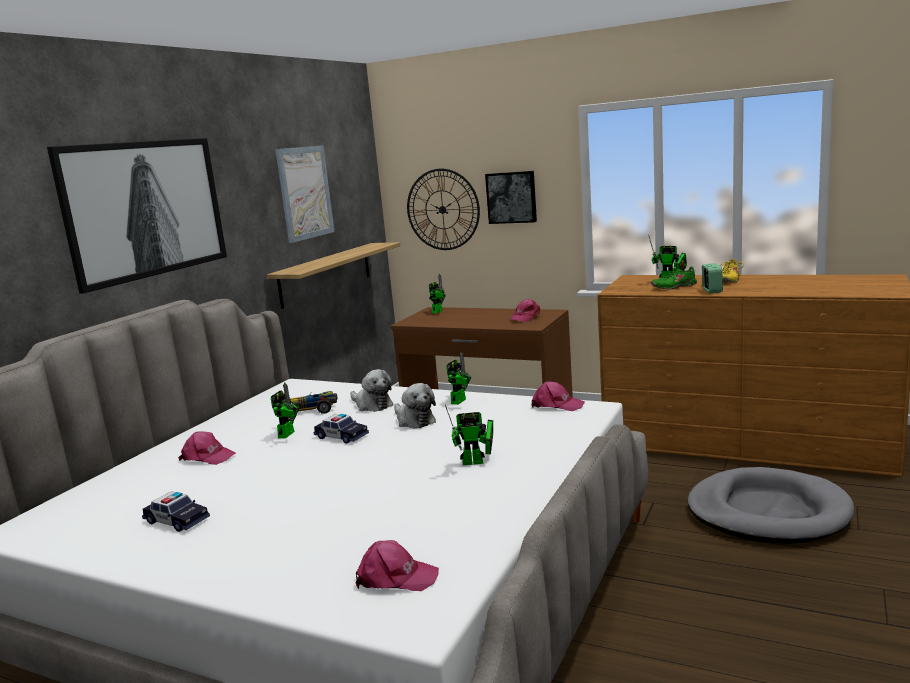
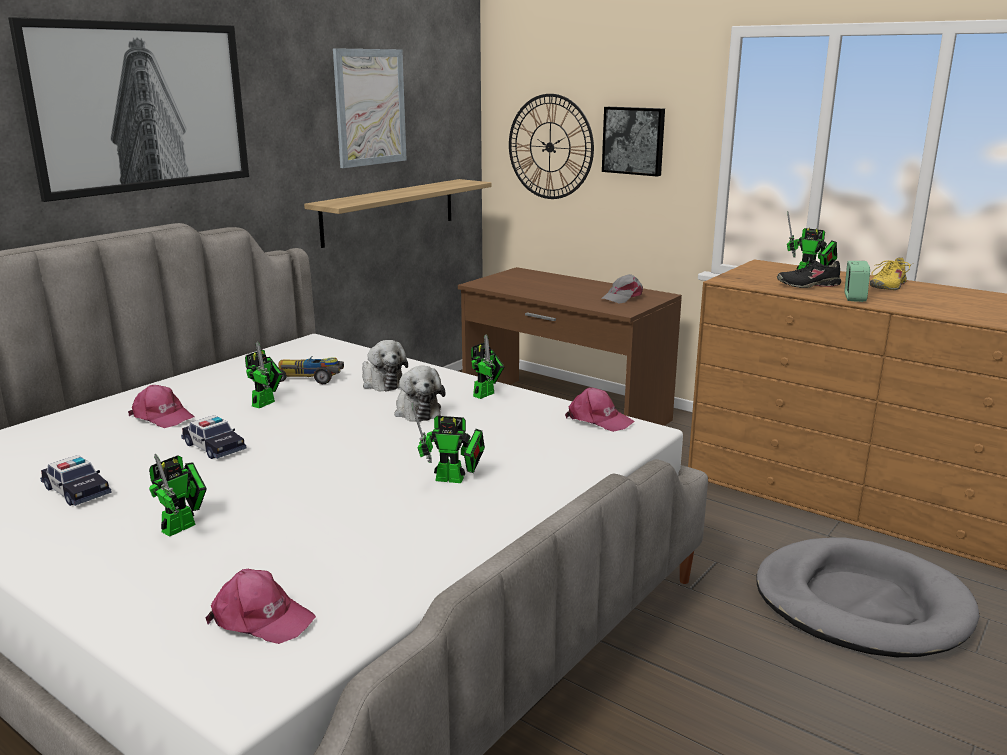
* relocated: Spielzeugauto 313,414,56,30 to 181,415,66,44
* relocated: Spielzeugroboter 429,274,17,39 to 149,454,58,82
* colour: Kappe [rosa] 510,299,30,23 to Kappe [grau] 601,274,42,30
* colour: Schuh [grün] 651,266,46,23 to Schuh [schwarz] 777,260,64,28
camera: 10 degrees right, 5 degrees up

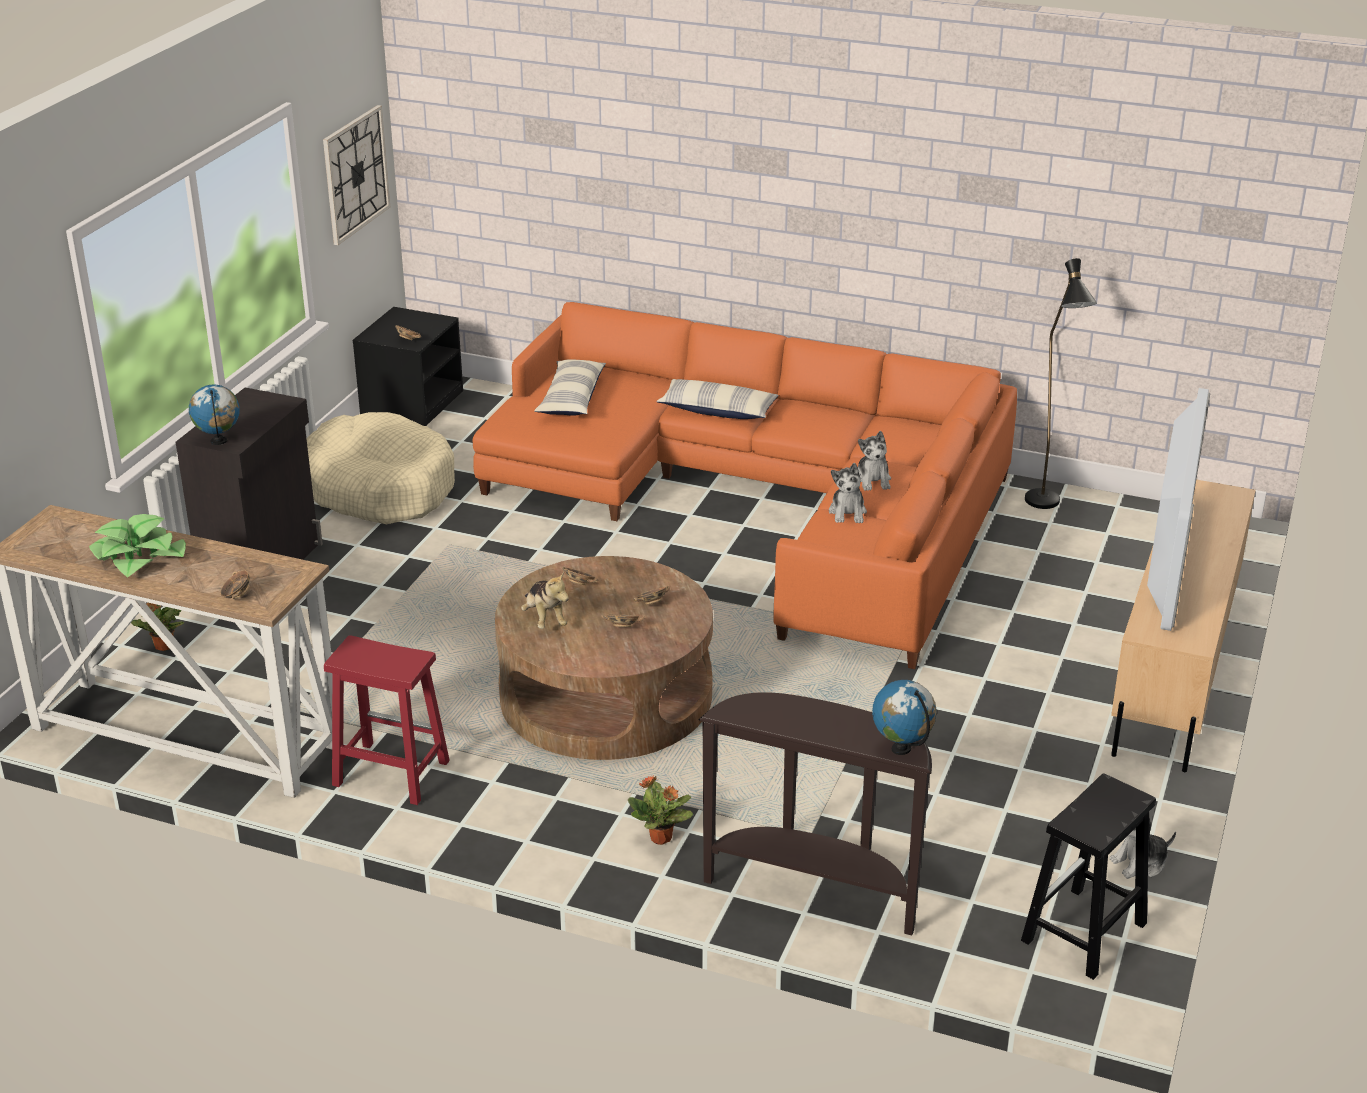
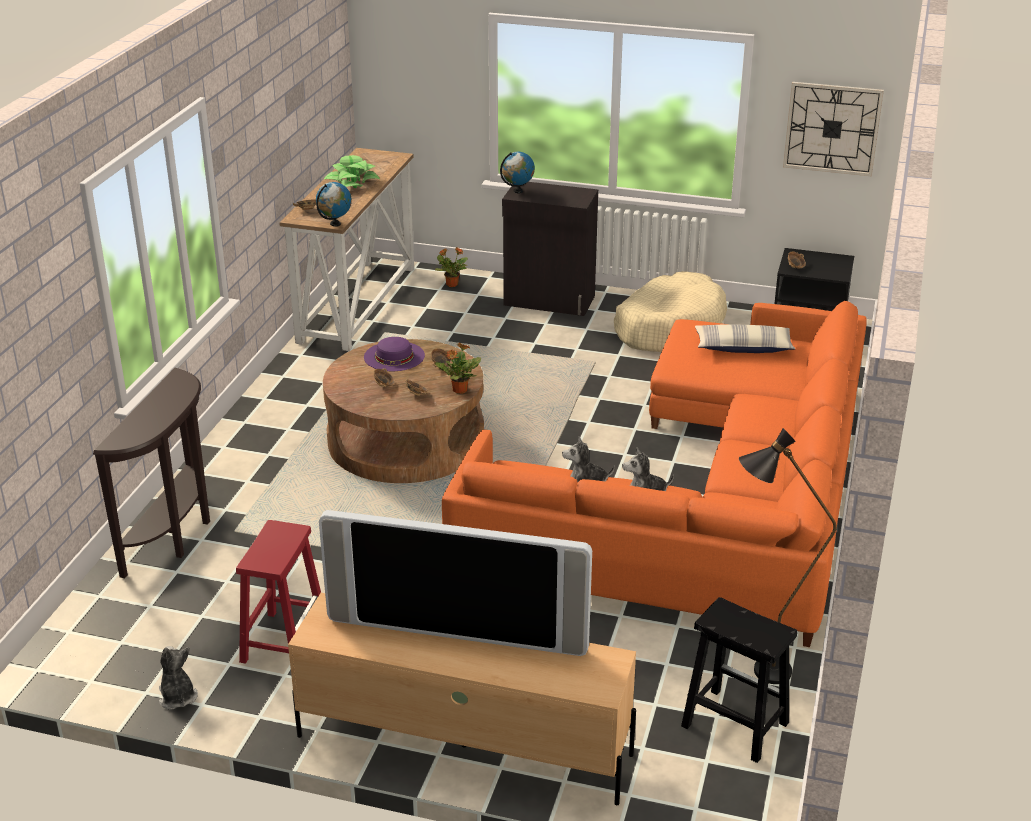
* relocated: Hocker [rot] 324,635,126,170 to 236,520,85,144
* exchanged: Plüschtier 521,572,48,57 to Hut [lila] 364,337,61,34
* relocated: Topfpflanze 628,776,65,69 to 435,342,46,52
* missing: Kissen 656,379,123,40
* relocated: Globus 872,680,64,75 to 316,182,36,45
* relocated: Hocker [schwarz] 1021,774,135,206 to 681,597,117,166
camera: 85 degrees right, 0 degrees up

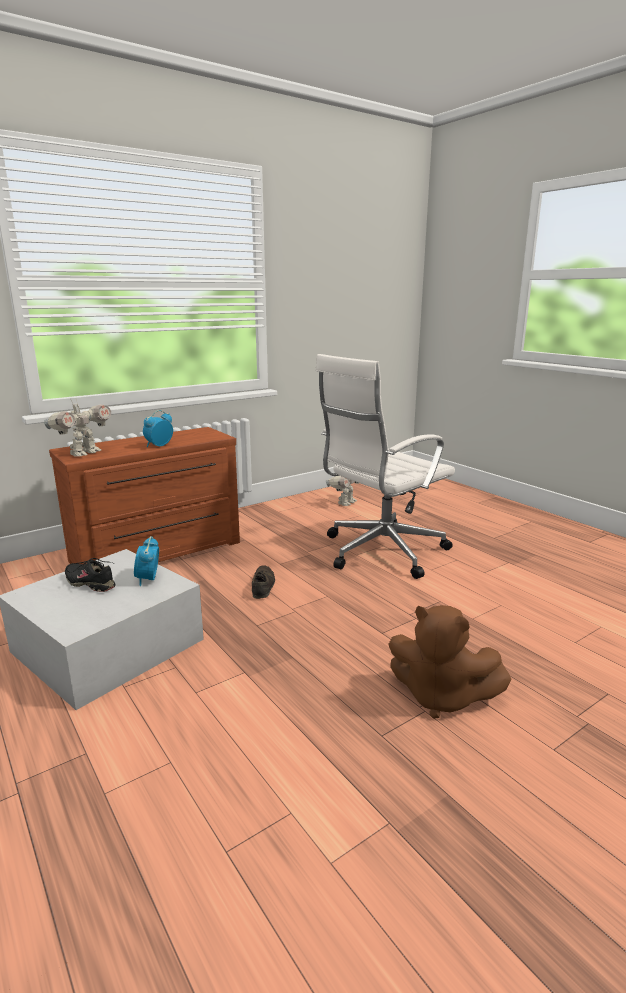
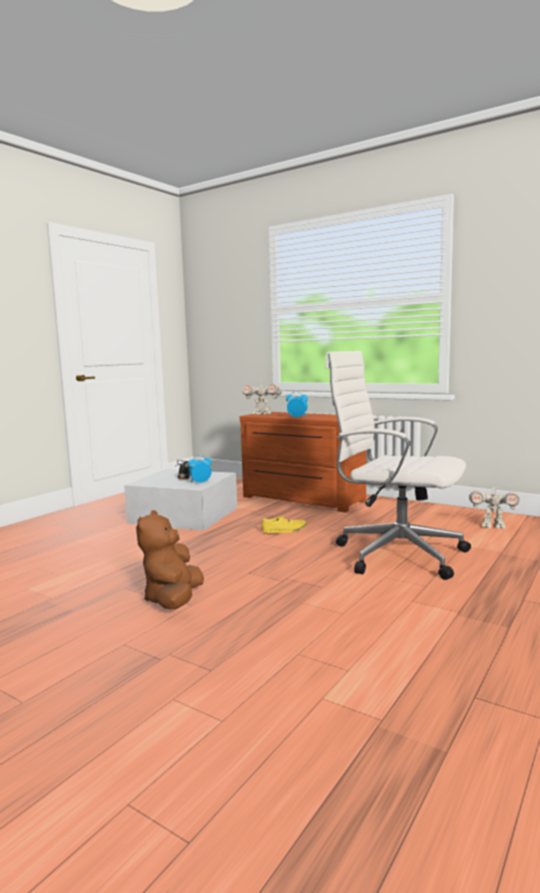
* colour: Schuh [braun] 252,565,23,34 to Schuh [gelb] 262,516,45,17
camera: 70 degrees right, 10 degrees down

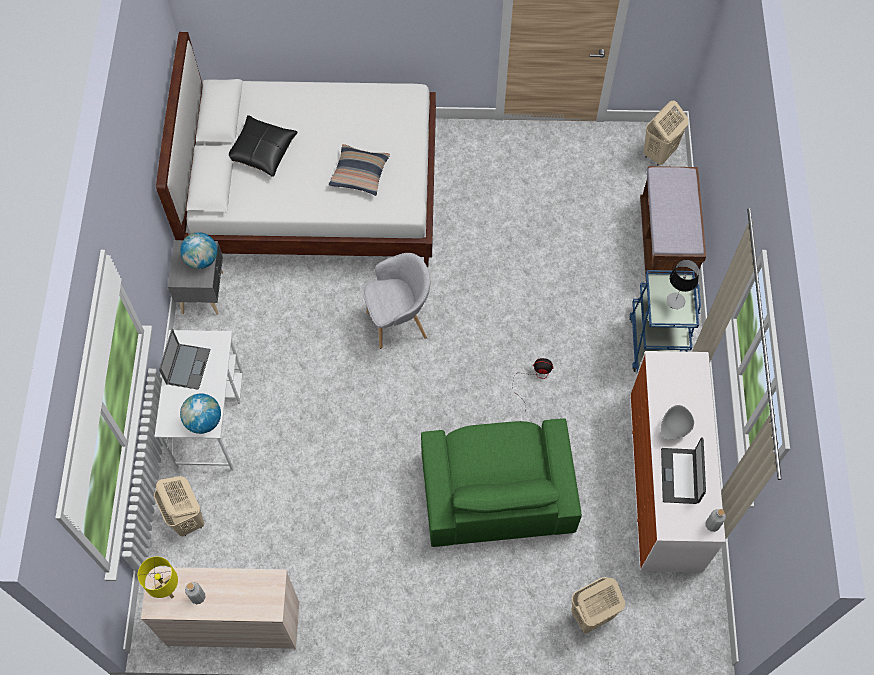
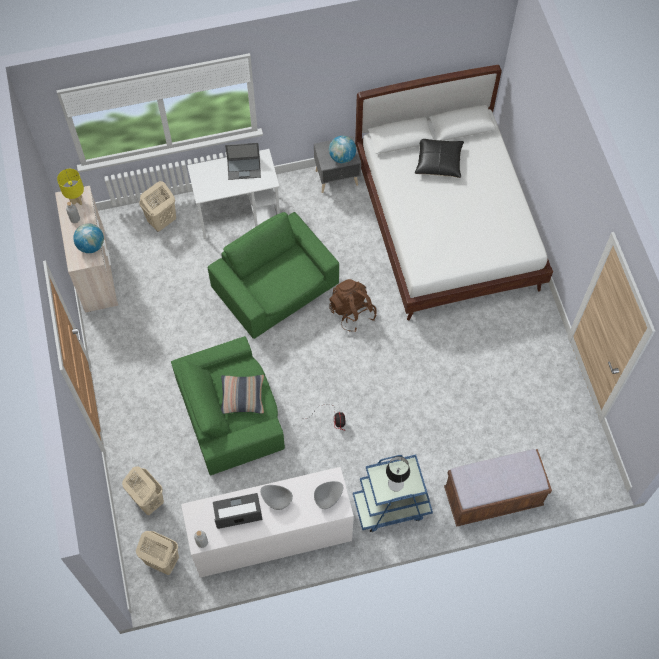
* relocated: Globus 180,393,41,41 to 73,223,31,30
* relocated: Kissen 329,144,61,52 to 221,375,43,39
* exchanged: Sessel [grau] 363,253,67,96 to Rucksack [braun] 329,279,48,53
* relocated: Wäschekorb [beige] 644,101,45,65 to 136,531,43,44
* appeared: Sessel [grün] 208,212,131,127
* appeared: Schüssel [grau] 314,481,29,28
camera: 75 degrees right, 0 degrees up

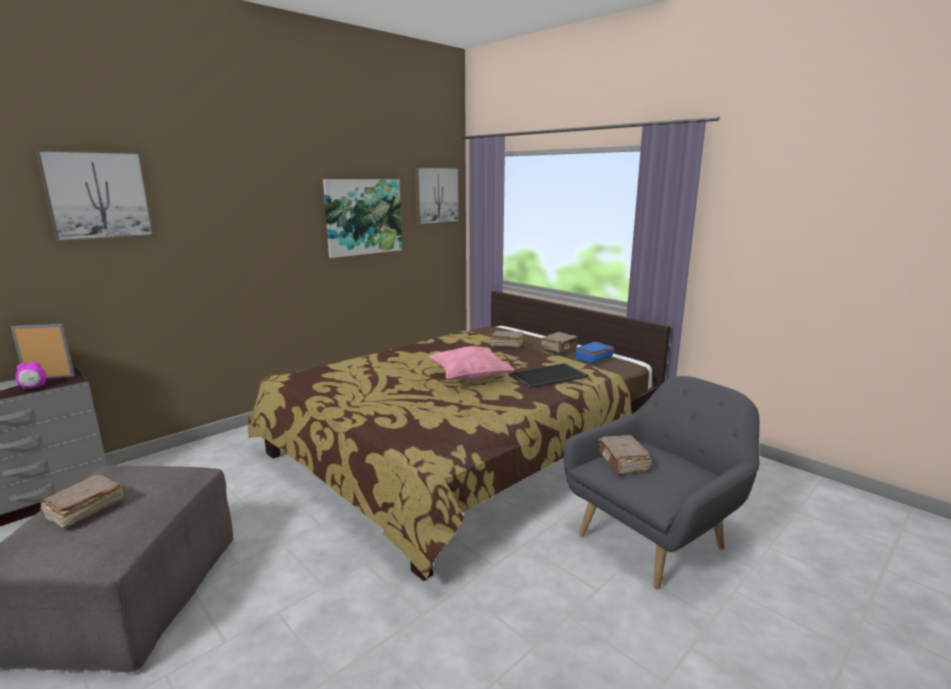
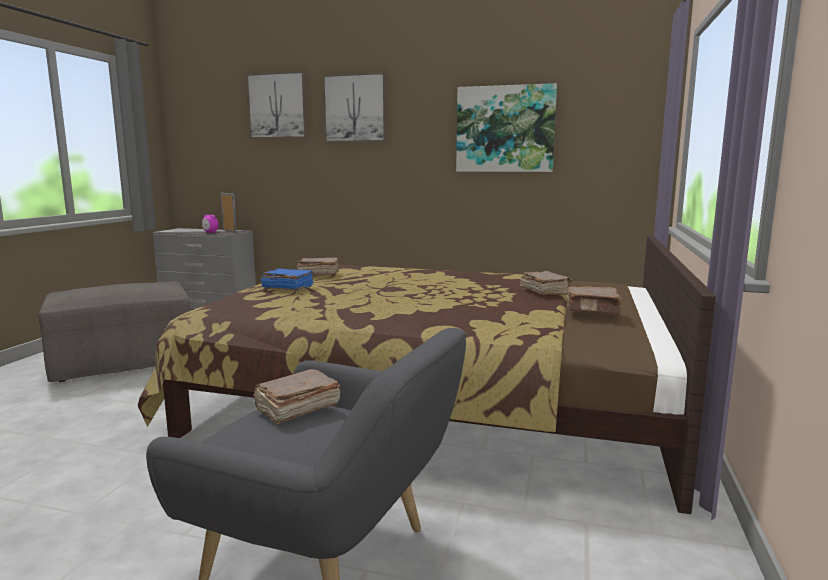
* relocated: Buch [braun] 40,475,83,55 to 297,258,41,17
* relocated: Bild 415,167,45,58 to 323,72,63,70
* missing: Kissen [rosa] 428,346,88,35
* missing: Tablett 508,363,81,25
* relocated: Buch [blau] 574,342,40,22 to 261,268,53,22
camera: 60 degrees right, 5 degrees down

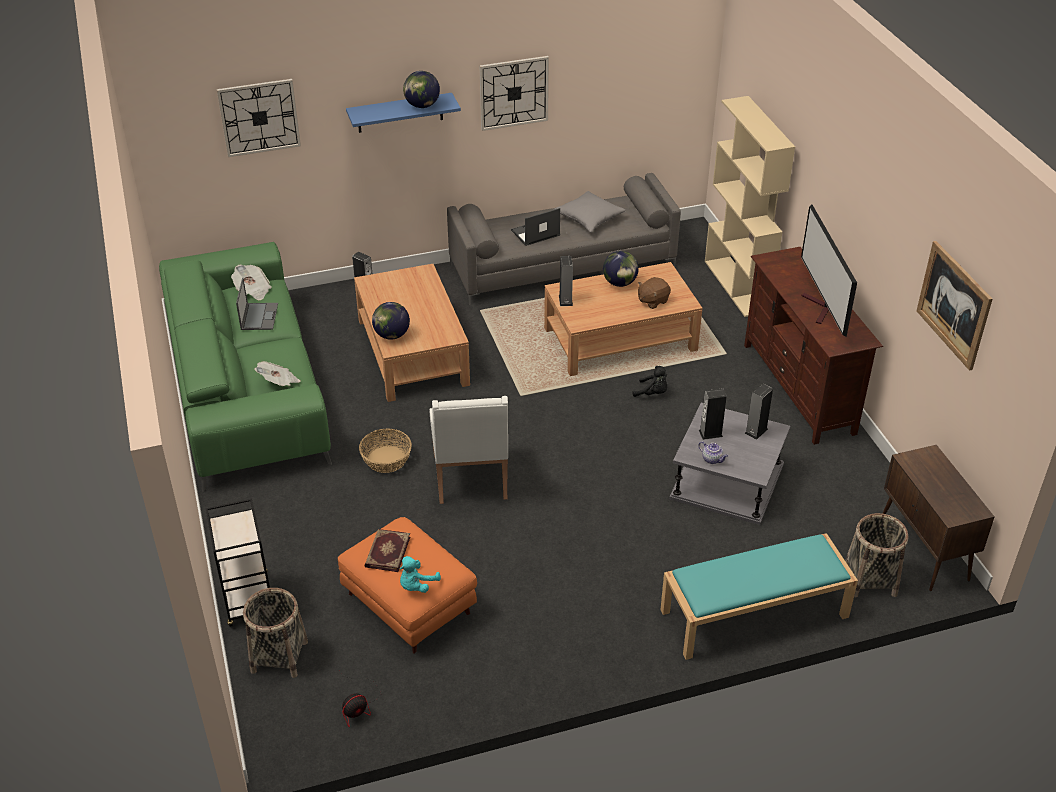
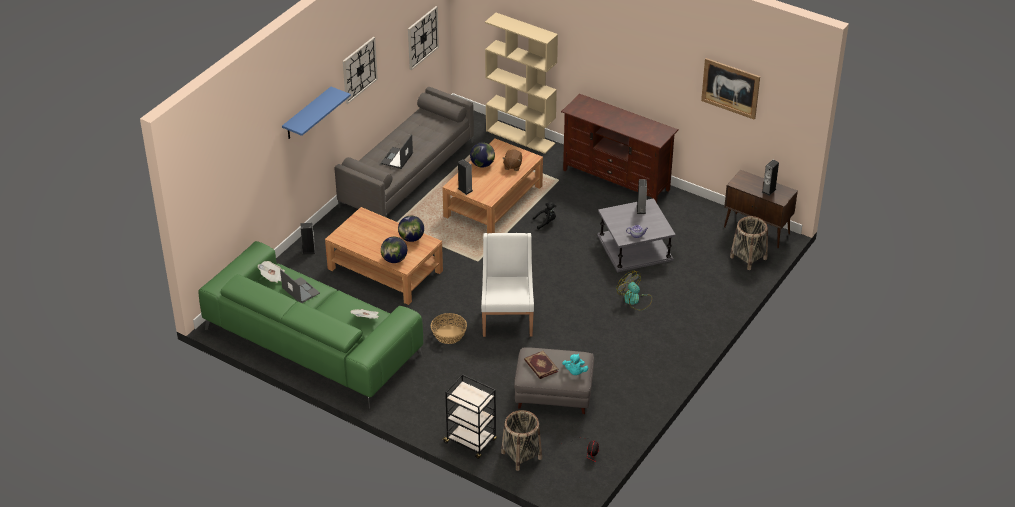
* relocated: Wanduhr 217,79,84,78 to 408,6,31,64
* colour: Polsterhocker [orange] 338,517,139,137 to Polsterhocker [grau] 514,348,80,66
* relocated: Globus 403,71,37,37 to 398,215,26,27
* spun: Sessel [weiß] 429,396,79,108 = 481,233,53,104 135 degrees counterclockwise
* missing: Kissen [grau] 553,191,73,42
* missing: Bank [türkis] 660,533,198,127
* relocated: Lautsprecher 699,388,28,52 to 762,160,17,36
* missing: Fernseher 801,205,56,132
* appeared: Ventilator 616,271,36,39
camera: 40 degrees left, 0 degrees up

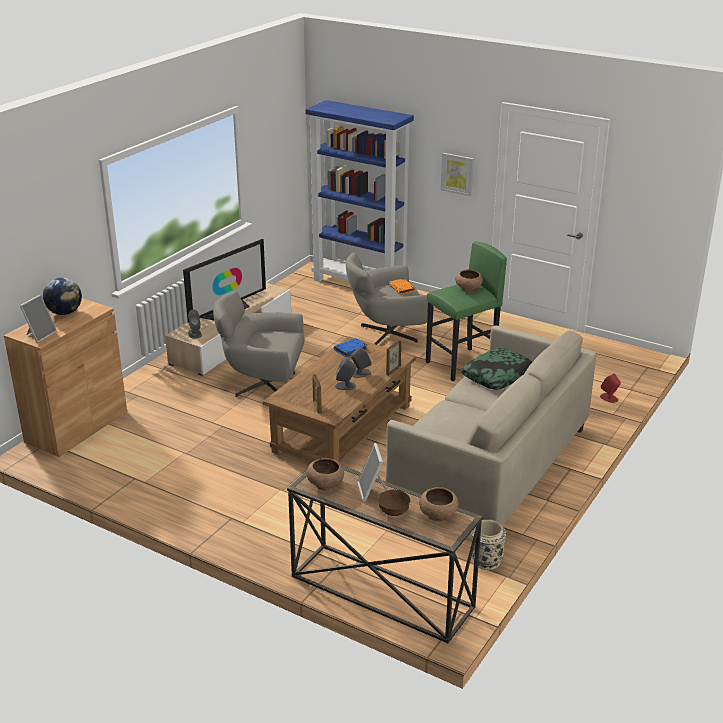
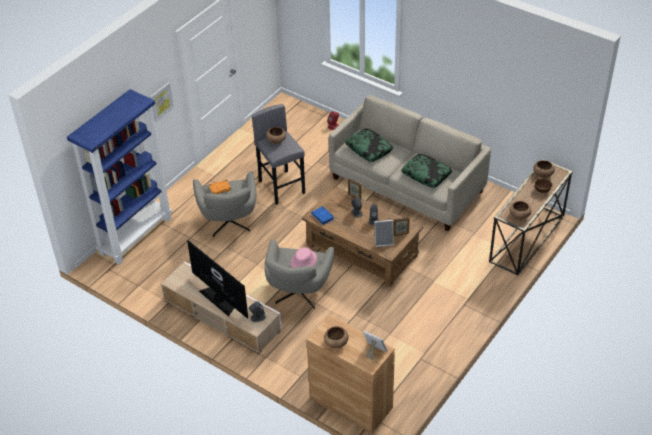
* exchanged: Globus 43,277,39,38 to Schüssel [braun] 324,326,25,22
* relocated: Bilderrahmen 357,443,30,59 to 374,220,20,27
* colour: Hocker [grün] 426,241,81,140 to Hocker [grau] 252,104,53,101
* missing: Vase [beige] 471,519,35,51
* appeared: Hut [rosa] 290,247,27,21
* appeared: Kissen 401,154,51,34
camera: 85 degrees left, 15 degrees up

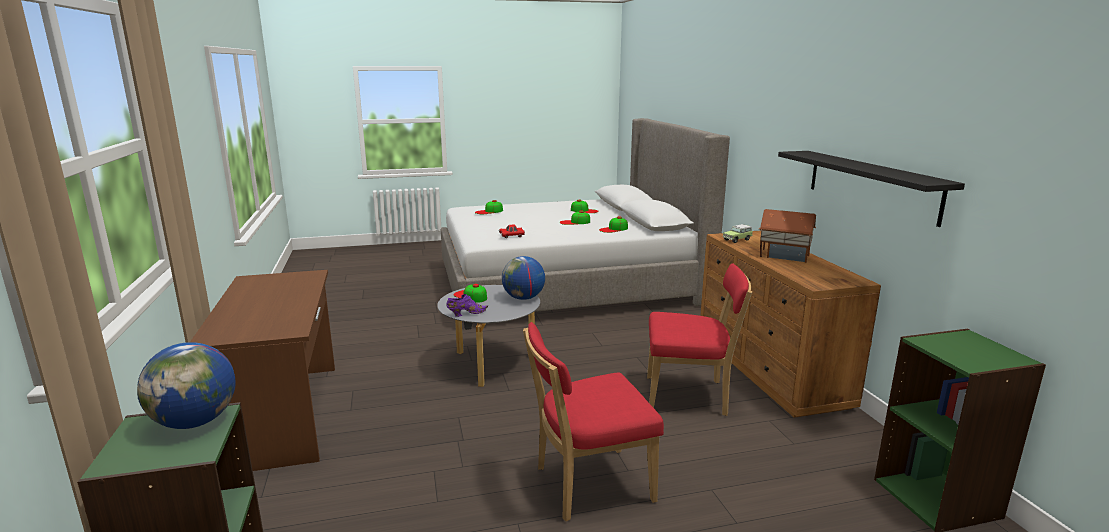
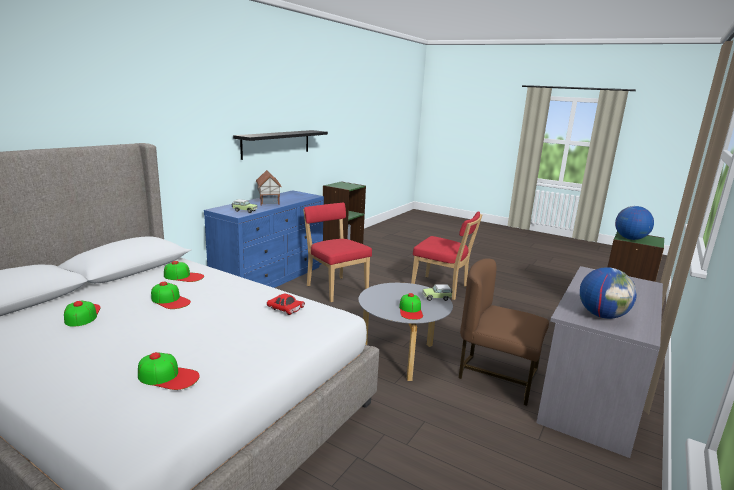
* colour: Schreibtisch [braun] 190,270,145,201 to Schreibtisch [grau] 536,266,127,192
* exchanged: Schuh [lila] 447,294,41,23 to Spielzeugauto 422,284,30,17
* relocated: Globus 502,256,43,44 to 580,267,57,52
* colour: Kommode [braun] 700,231,181,187 to Kommode [blau] 204,190,120,98
* appeared: Stuhl [braun] 459,258,90,148
camera: 135 degrees left, 0 degrees up

